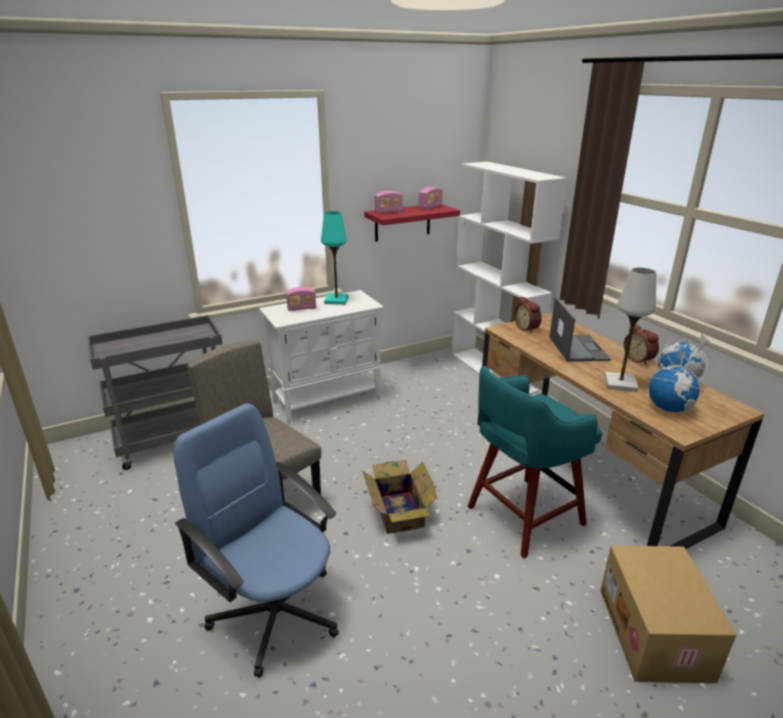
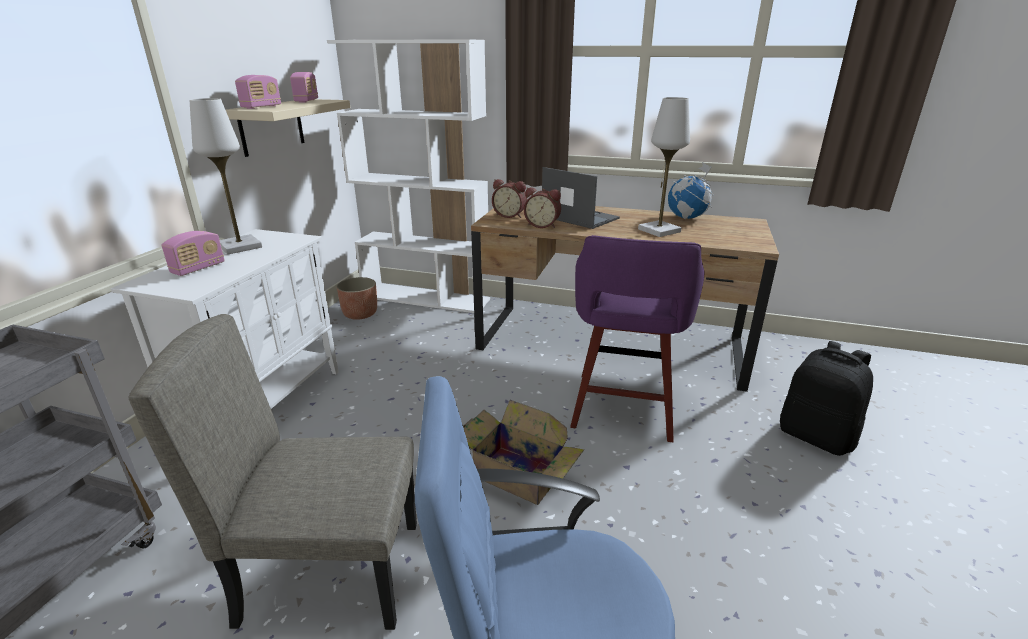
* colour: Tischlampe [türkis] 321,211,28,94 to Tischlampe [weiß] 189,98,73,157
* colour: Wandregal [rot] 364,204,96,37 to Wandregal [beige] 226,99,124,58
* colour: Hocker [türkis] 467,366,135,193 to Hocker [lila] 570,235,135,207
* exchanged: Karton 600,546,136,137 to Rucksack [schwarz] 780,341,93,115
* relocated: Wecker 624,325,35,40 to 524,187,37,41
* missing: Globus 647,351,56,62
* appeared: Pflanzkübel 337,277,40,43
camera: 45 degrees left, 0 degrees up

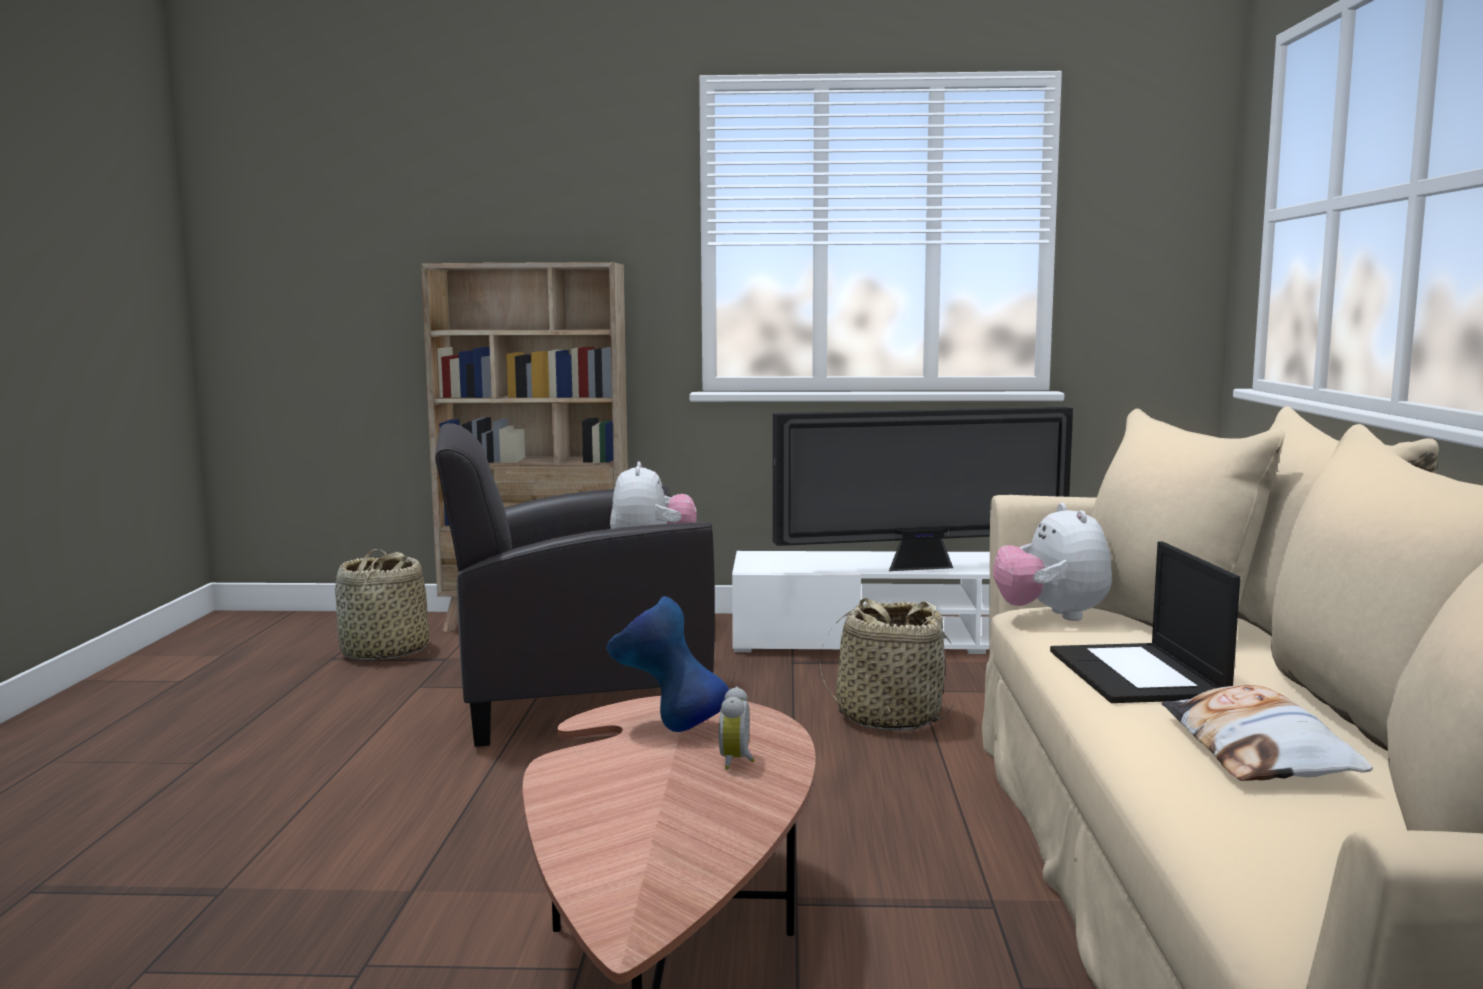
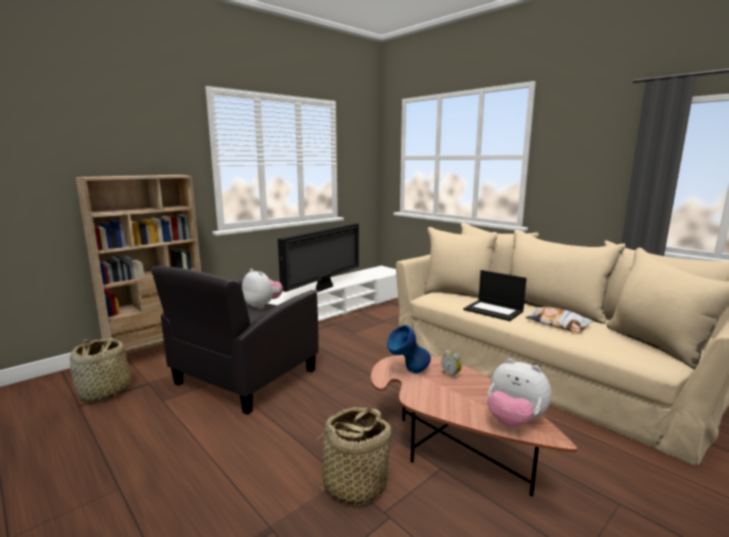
* relocated: Korb 820,598,135,132 to 306,407,89,98
* relocated: Plüschtier 993,503,119,118 to 487,358,65,70
camera: 45 degrees left, 5 degrees up

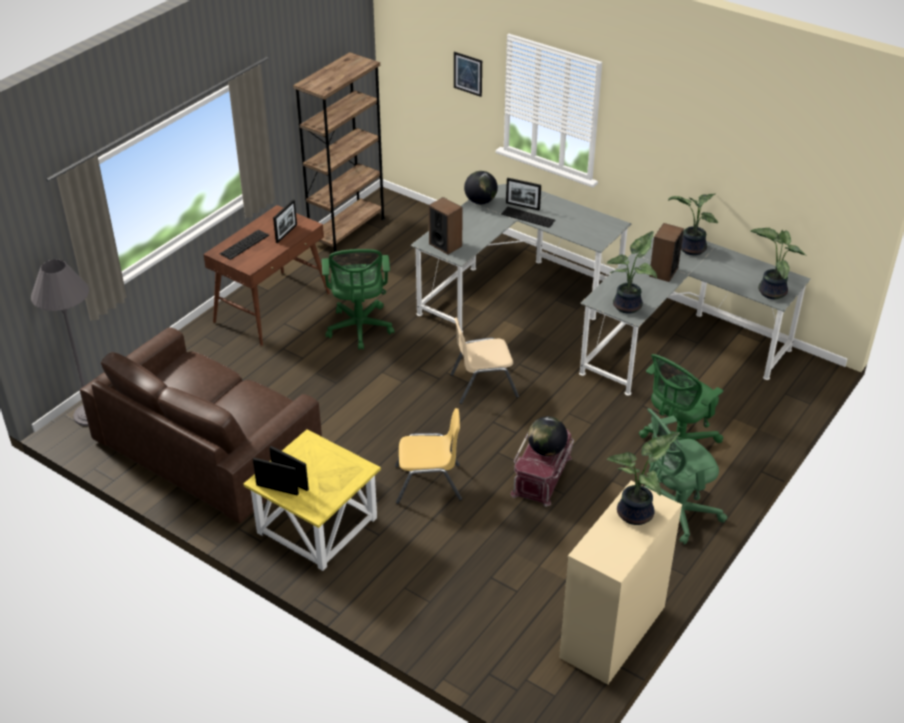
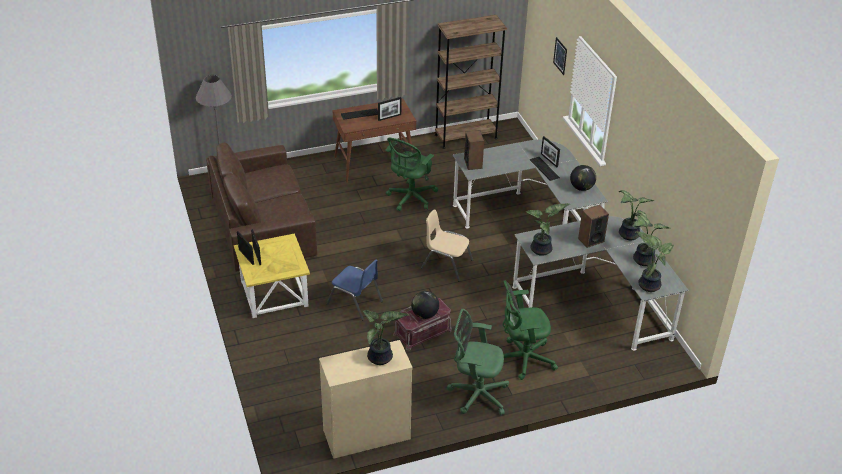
* colour: Stuhl [gelb] 395,408,67,96 to Stuhl [blau] 326,260,57,61
* relocated: Globus 464,171,34,33 to 570,165,26,26
* appeared: Topfpflanze 633,214,37,52
camera: 35 degrees right, 0 degrees up

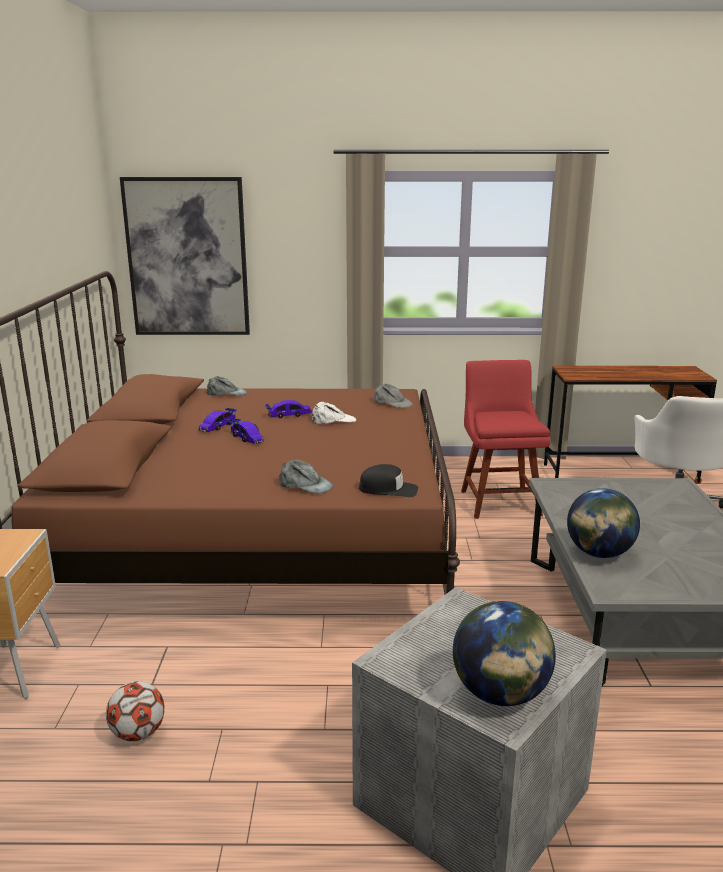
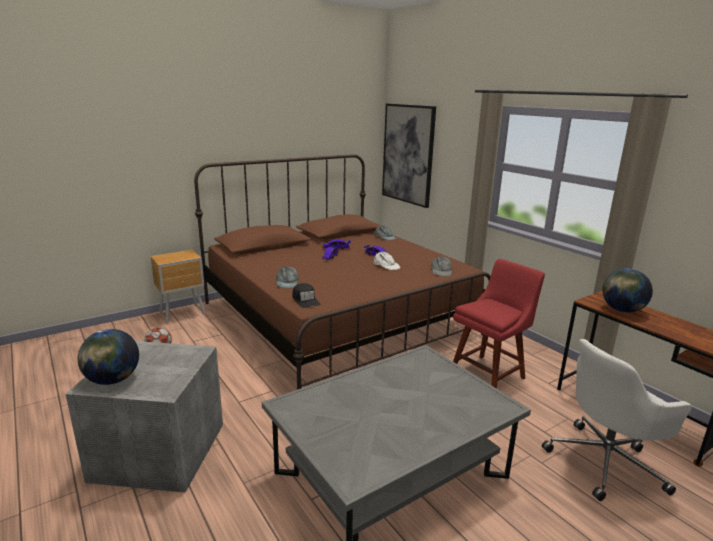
* relocated: Globus 567,488,73,70 to 602,269,51,44
camera: 55 degrees right, 0 degrees up

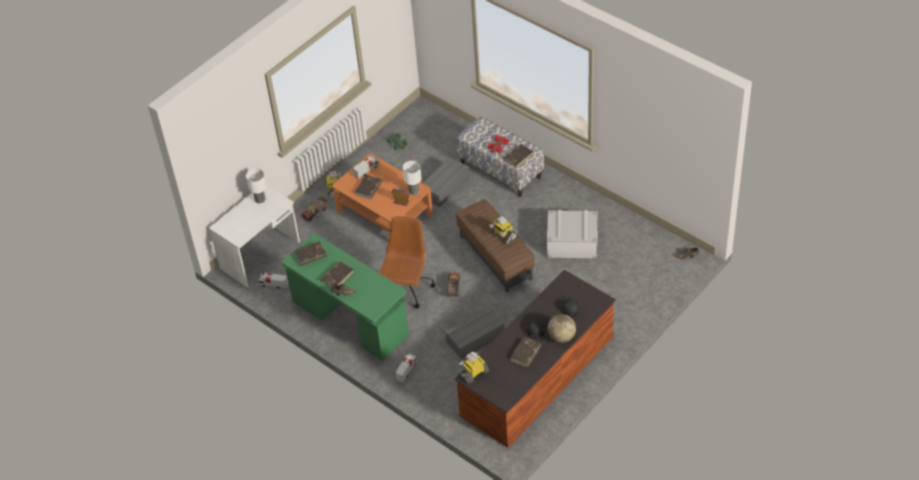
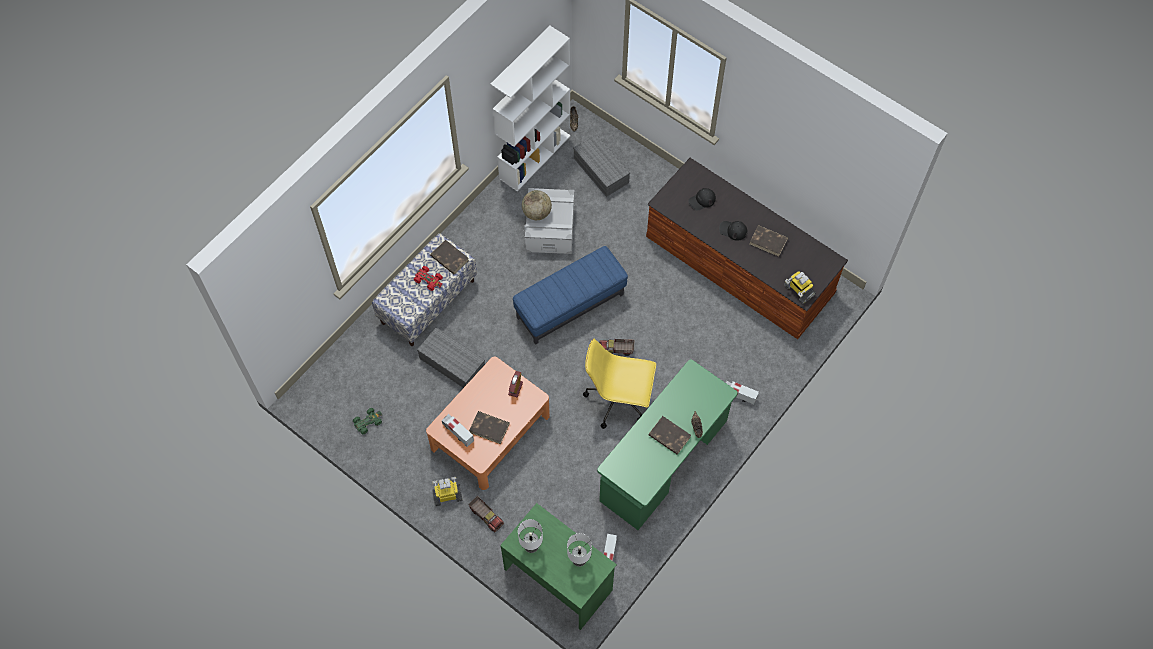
* colour: Schreibtisch [weiß] 209,185,91,102 to Schreibtisch [grün] 500,503,117,127
* missing: Buch [braun] 294,241,33,25
* colour: Bürostuhl [braun] 379,216,57,92 to Bürostuhl [gelb] 583,339,73,90
* relocated: Tischlampe 403,161,18,34 to 567,533,25,34
* relocated: Aufbewahrungsbox [grau] 445,307,60,52 to 573,134,57,63
* colour: Polsterhocker [braun] 456,199,78,94 to Polsterhocker [blau] 513,246,115,99
* missing: Spielzeugroboter 489,216,28,28
* relocated: Globus 548,314,28,29 to 522,190,30,30
* appeared: Bücherregal [weiß] 490,26,81,165
camera: 95 degrees left, 15 degrees up

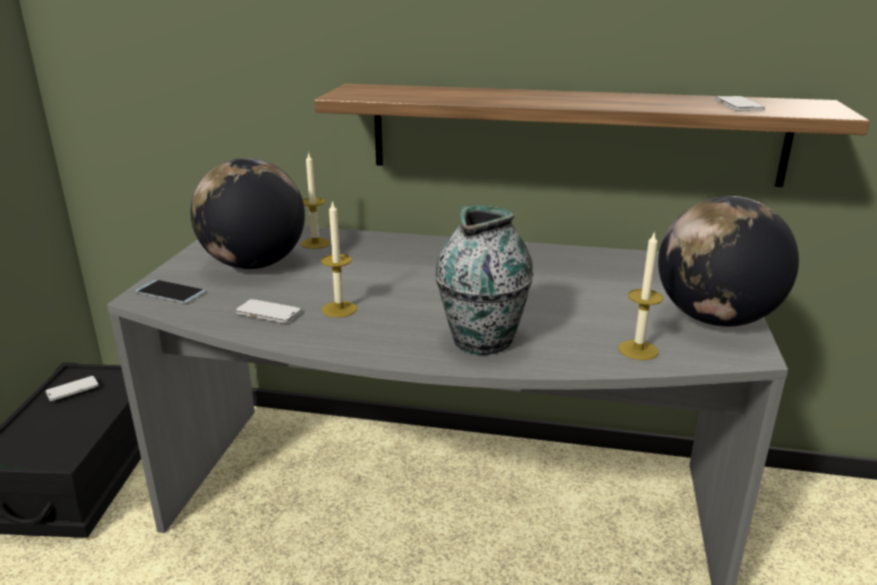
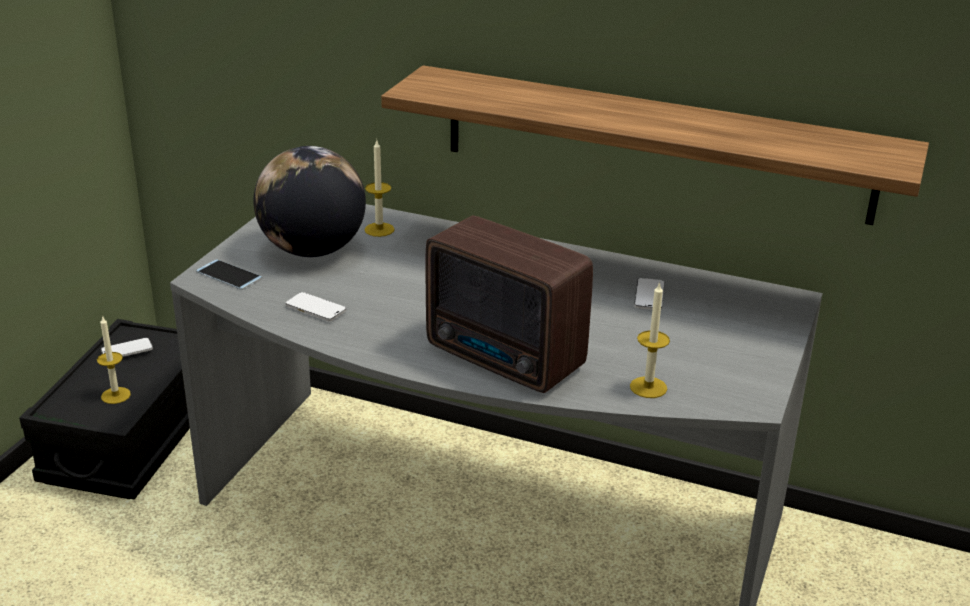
* relocated: Kerze 321,200,36,117 to 97,315,34,89
* exchanged: Vase 435,206,98,149 to Radio 425,216,168,177
* missing: Globus 658,196,141,131
* relocated: Handy 715,96,50,15 to 634,278,31,32
camera: 10 degrees right, 5 degrees up

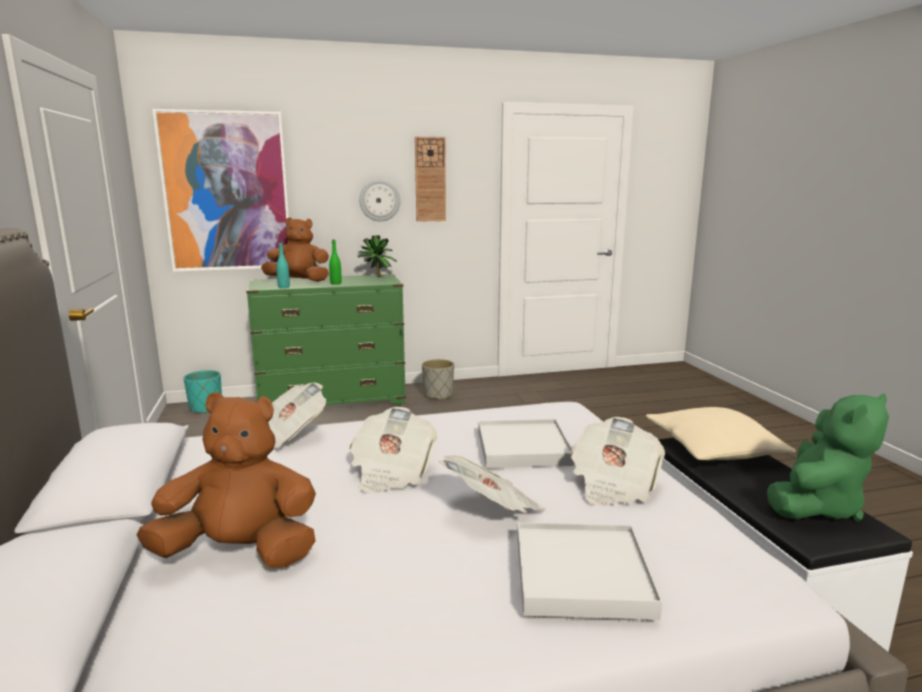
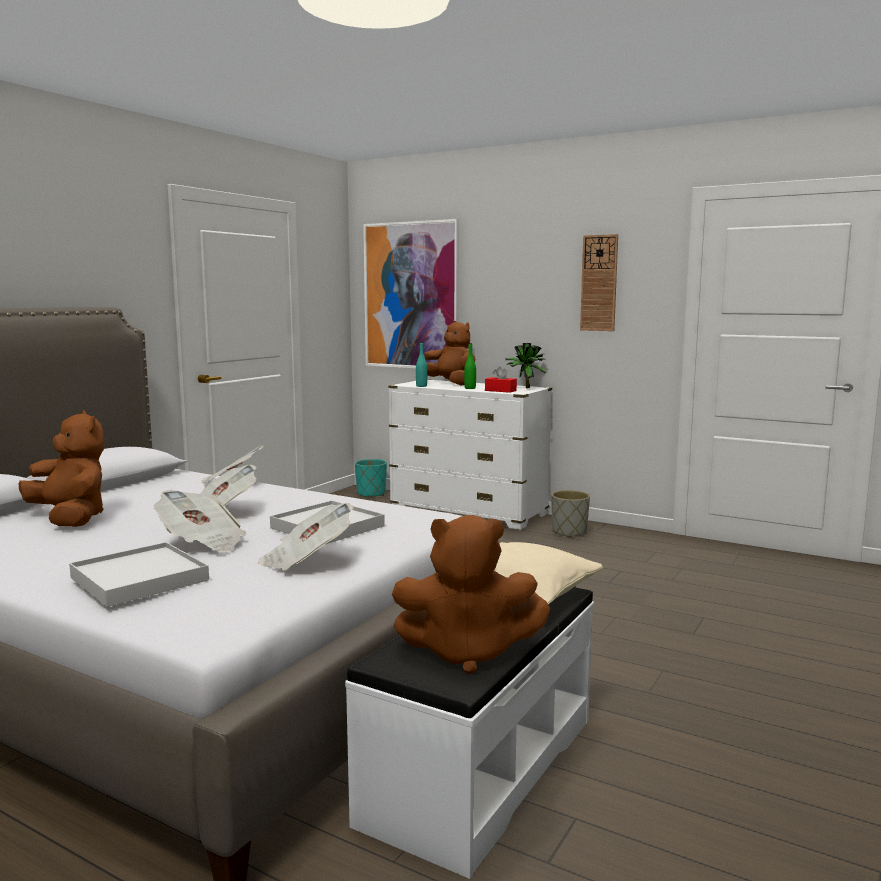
* colour: Kommode [grün] 246,274,160,131 to Kommode [weiß] 388,379,164,151
* missing: Wanduhr 359,179,42,43
* colour: Plüschtier [grün] 767,394,122,127 to Plüschtier [braun] 392,515,158,159
* appeared: Taschentuchbox [rot] 485,367,32,26
camera: 45 degrees right, 5 degrees down

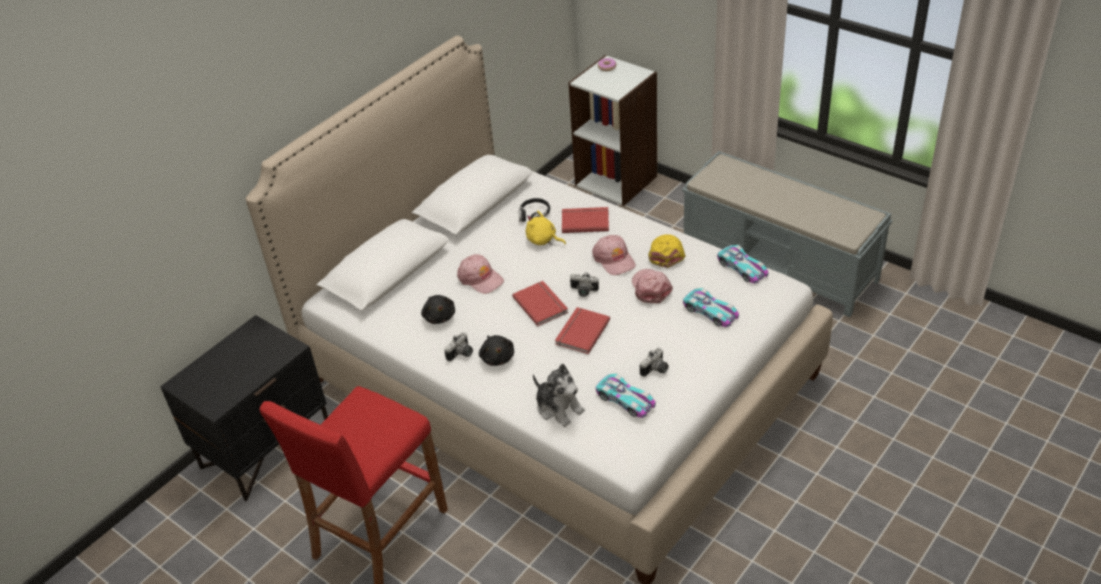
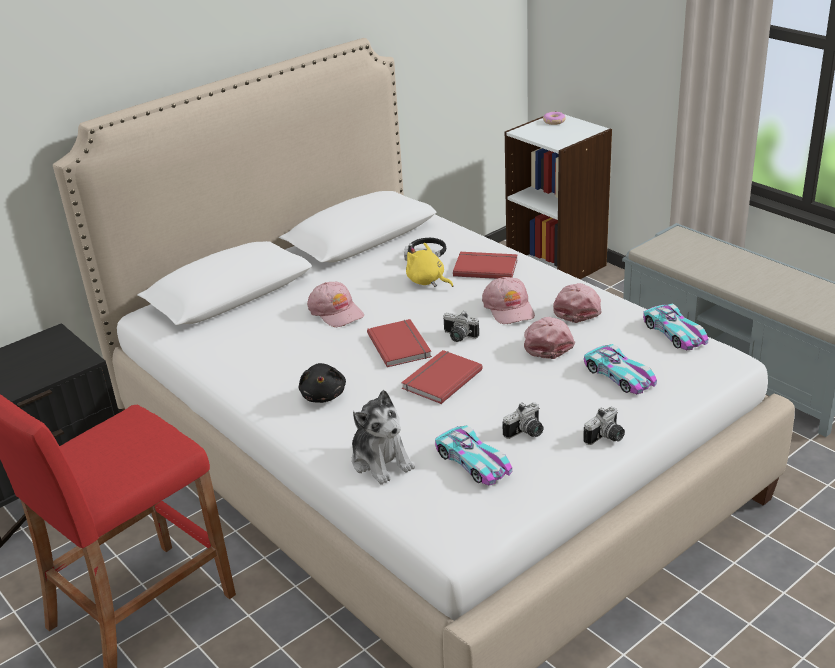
* missing: Plüschtier [schwarz] 421,295,34,29
* relocated: Kamera 444,332,29,29 to 583,407,42,38
* colour: Kappe [gelb] 648,234,38,34 to Kappe [rosa] 553,283,49,40
camera: 10 degrees right, 10 degrees down

